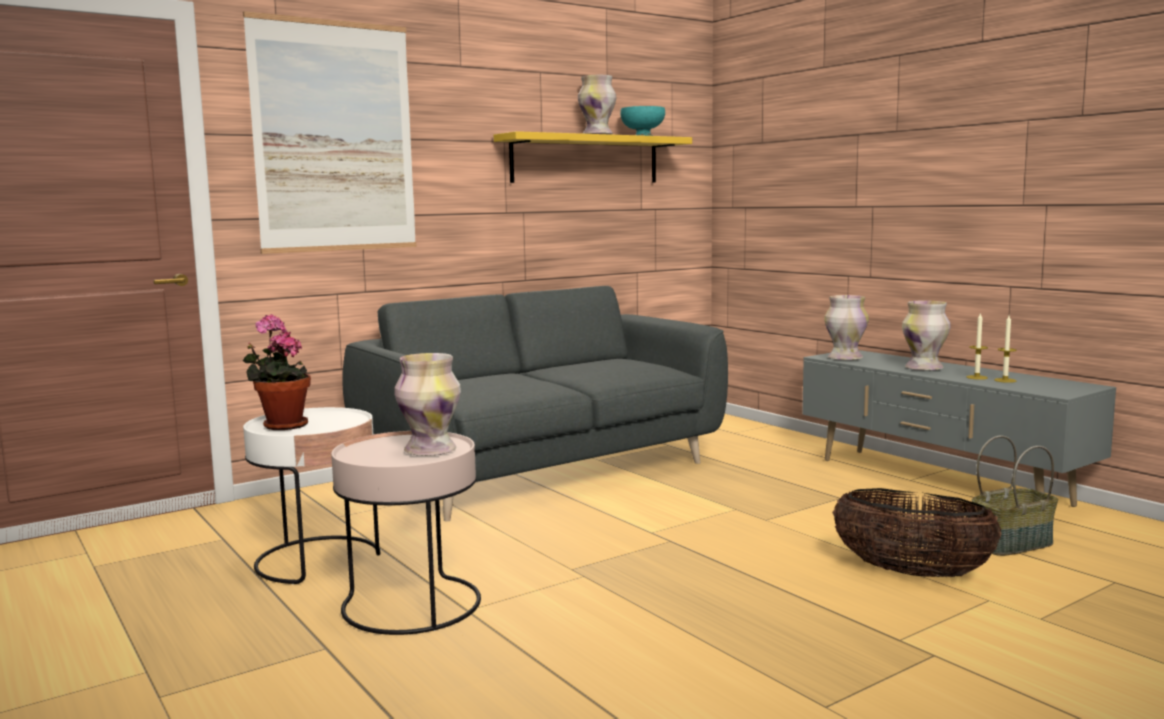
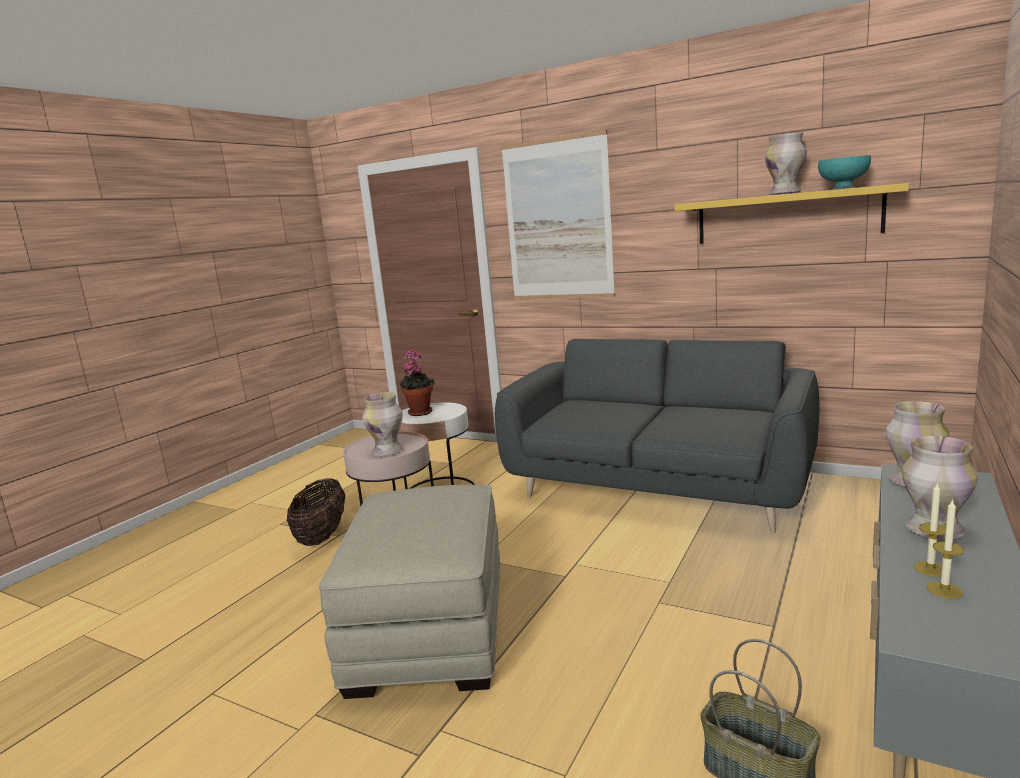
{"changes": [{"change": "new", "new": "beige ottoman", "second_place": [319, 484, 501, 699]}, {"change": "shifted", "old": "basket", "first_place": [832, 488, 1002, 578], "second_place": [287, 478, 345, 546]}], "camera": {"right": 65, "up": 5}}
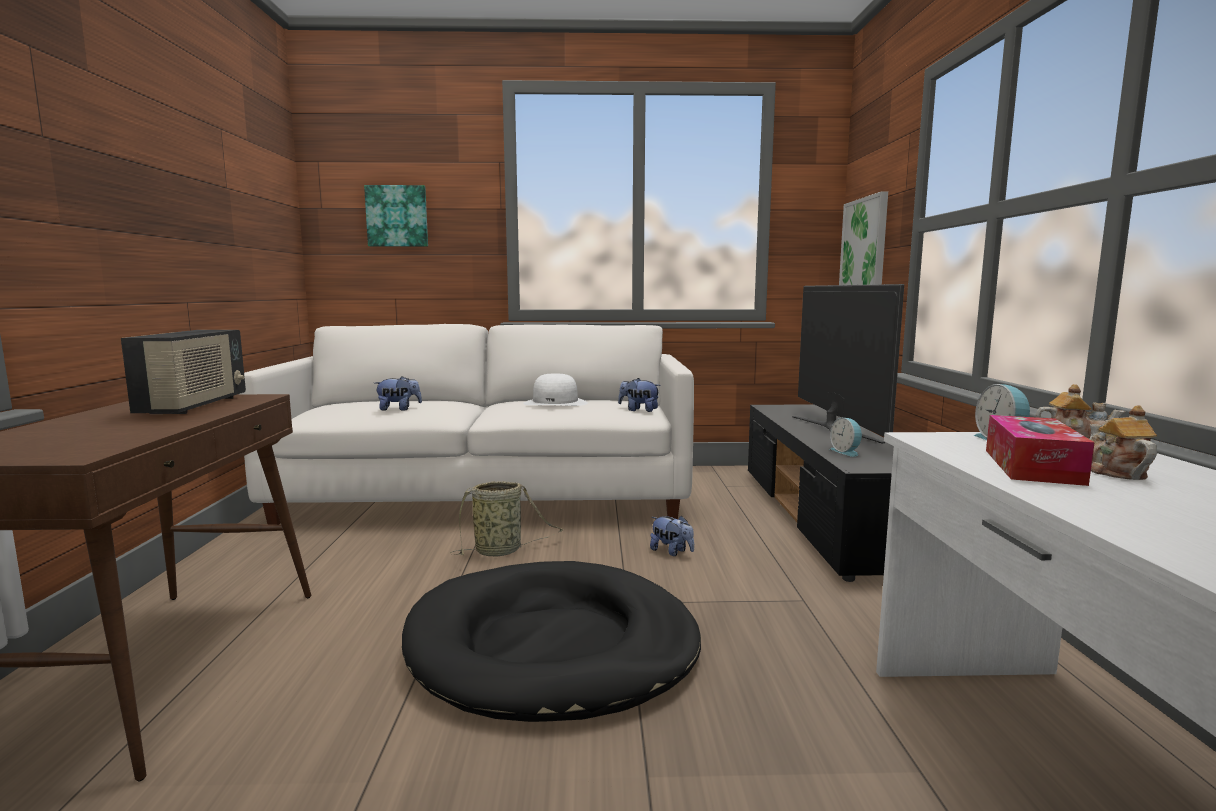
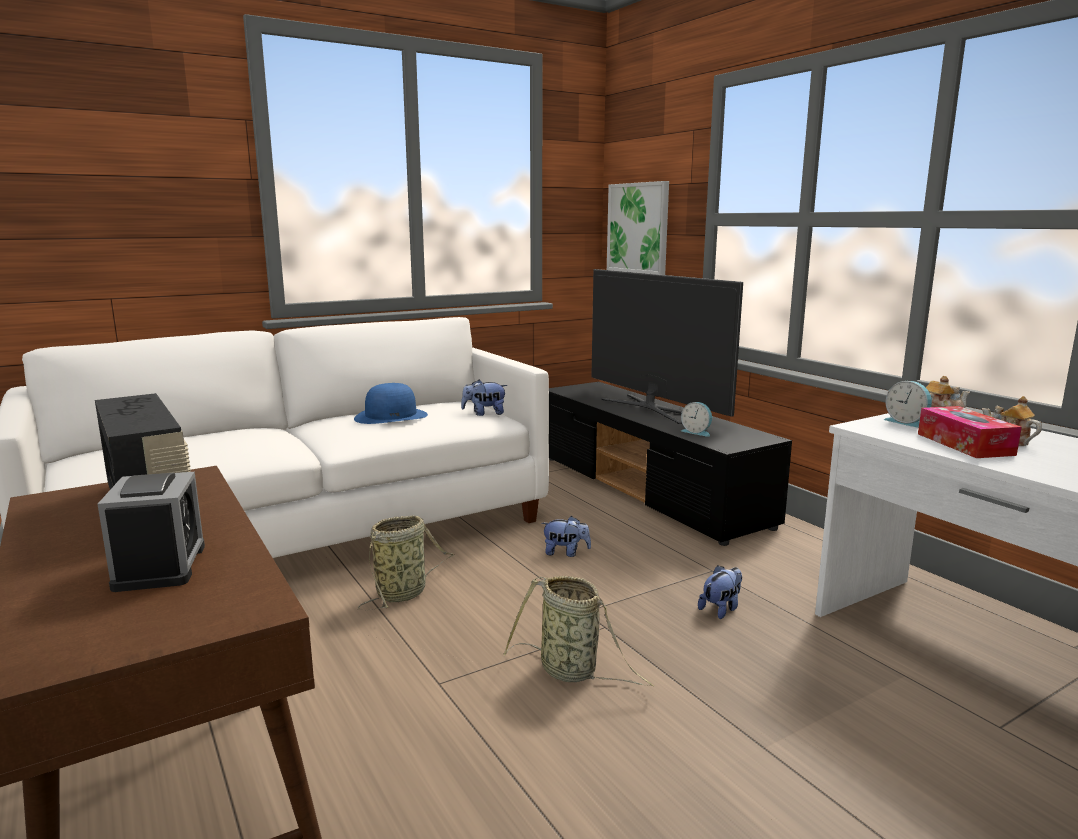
{"changes": [{"change": "gone", "old": "picture", "first_place": [364, 185, 428, 247]}, {"change": "new", "new": "alarm clock", "second_place": [98, 472, 205, 592]}, {"change": "shifted", "old": "plush toy", "first_place": [375, 376, 422, 411], "second_place": [698, 565, 742, 619]}, {"change": "swapped", "old": "black dog bed", "new": "basket", "first_place": [402, 561, 701, 722], "second_place": [503, 576, 654, 687]}, {"change": "repainted", "old": "white hat", "new": "blue hat", "first_place": [523, 373, 588, 406], "second_place": [354, 383, 428, 424]}], "camera": {"right": -30, "up": 5}}
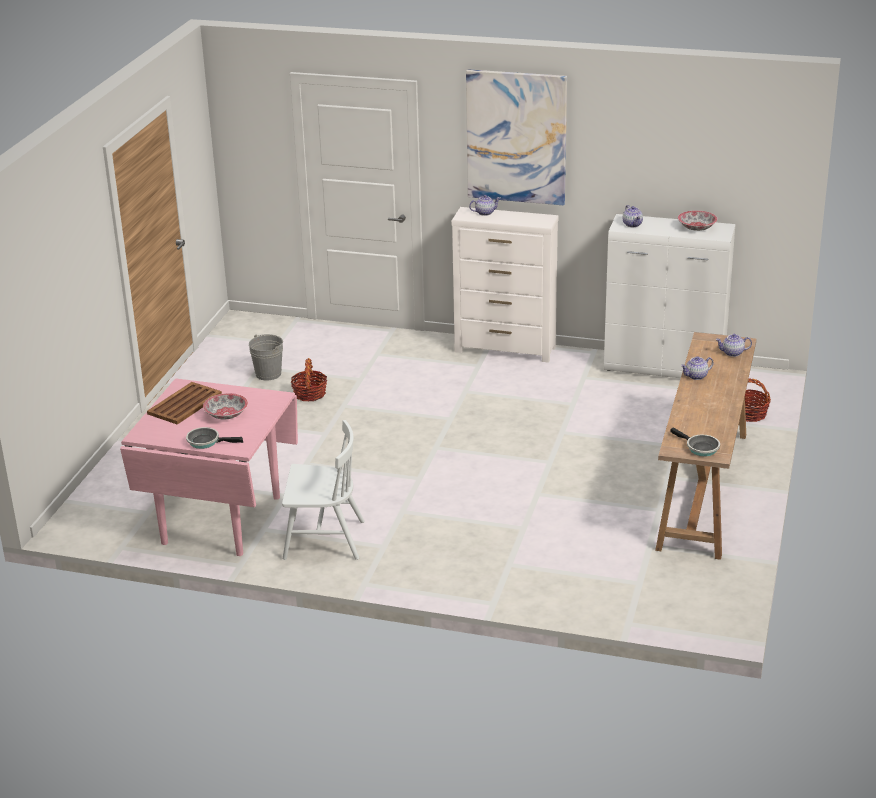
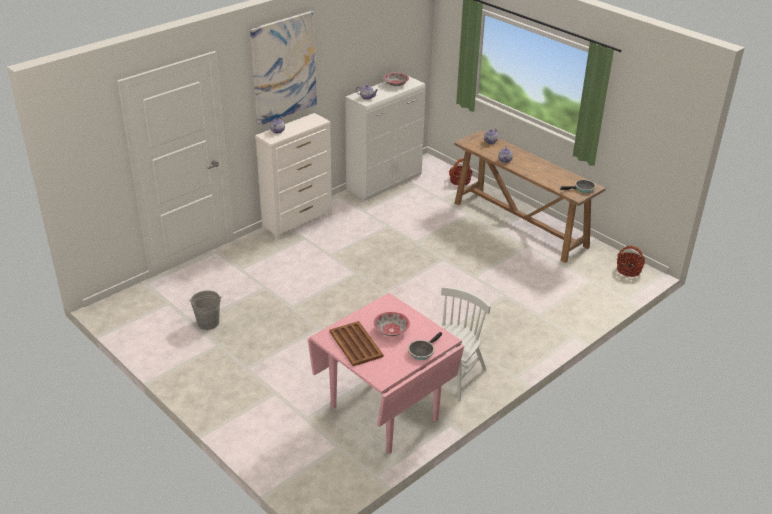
{"changes": [{"change": "shifted", "old": "basket", "first_place": [291, 358, 327, 402], "second_place": [617, 246, 645, 277]}], "camera": {"right": -60, "up": 5}}
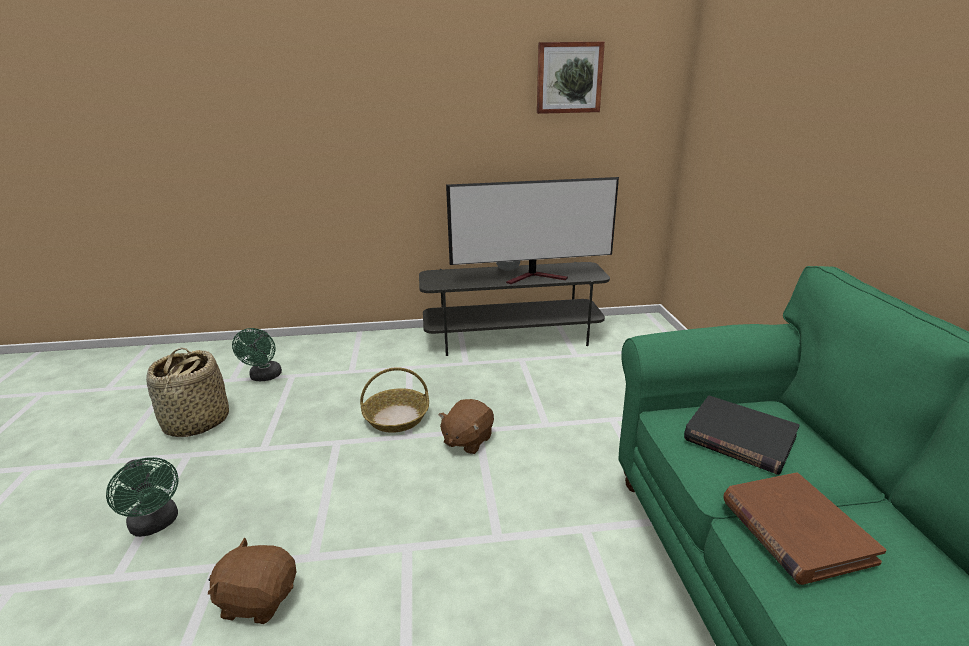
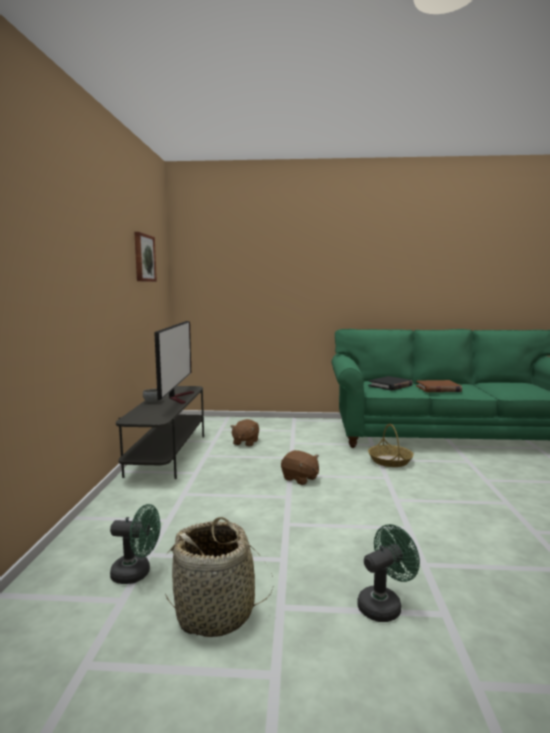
{"changes": [{"change": "shifted", "old": "brown plush toy", "first_place": [208, 537, 296, 624], "second_place": [230, 419, 259, 447]}, {"change": "shifted", "old": "basket", "first_place": [360, 367, 429, 433], "second_place": [368, 424, 414, 467]}], "camera": {"right": -80, "up": -15}}
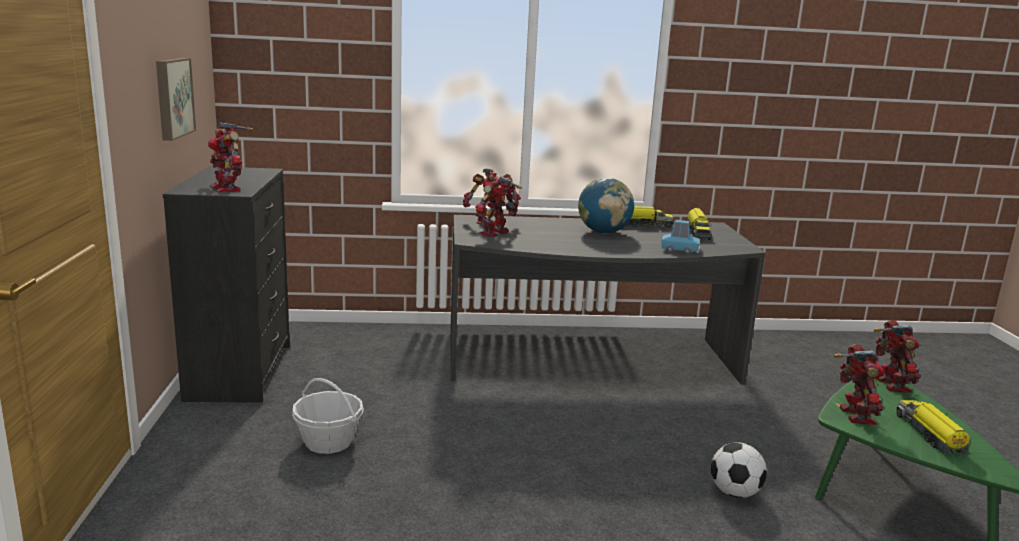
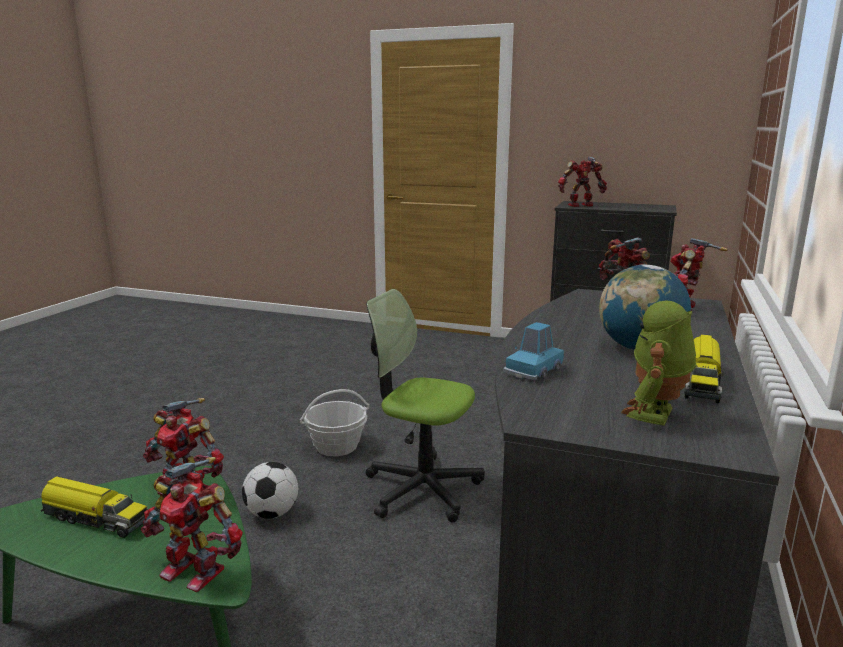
{"changes": [{"change": "gone", "old": "picture", "first_place": [156, 58, 196, 141]}, {"change": "new", "new": "office chair", "second_place": [366, 289, 485, 522]}, {"change": "shifted", "old": "basket", "first_place": [292, 378, 364, 454], "second_place": [300, 389, 369, 456]}, {"change": "swapped", "old": "toy truck", "new": "toy robot", "first_place": [687, 208, 712, 240], "second_place": [621, 300, 696, 426]}], "camera": {"right": 115, "up": 0}}
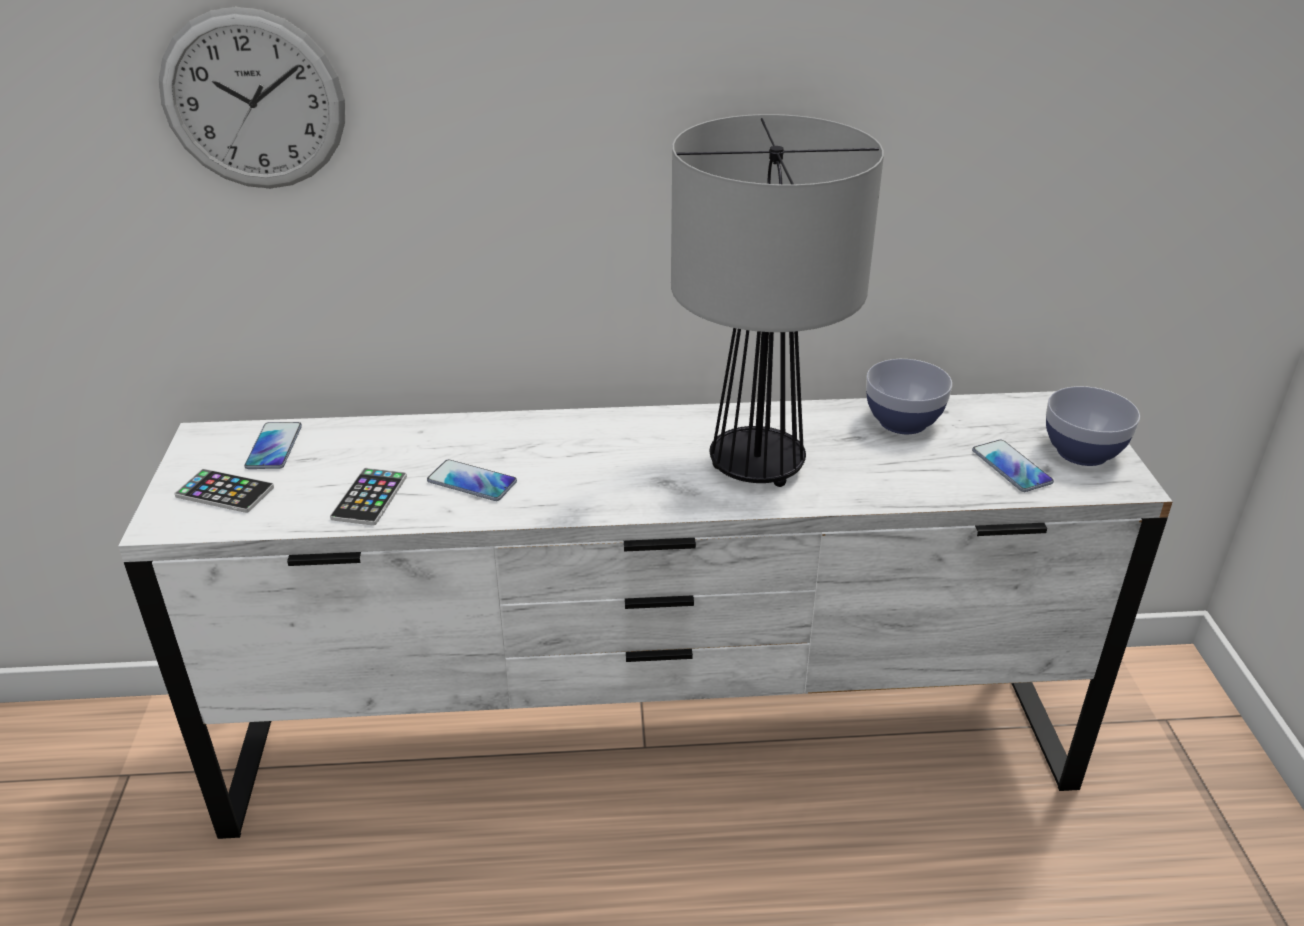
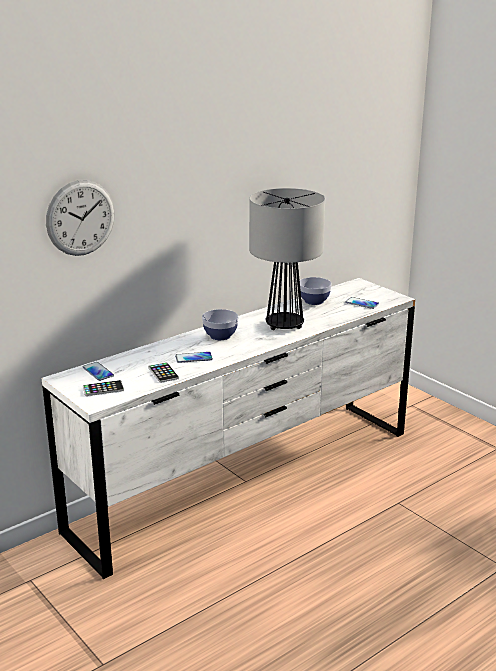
{"changes": [{"change": "shifted", "old": "bowl", "first_place": [1046, 386, 1140, 466], "second_place": [202, 309, 238, 340]}], "camera": {"right": -35, "up": -10}}
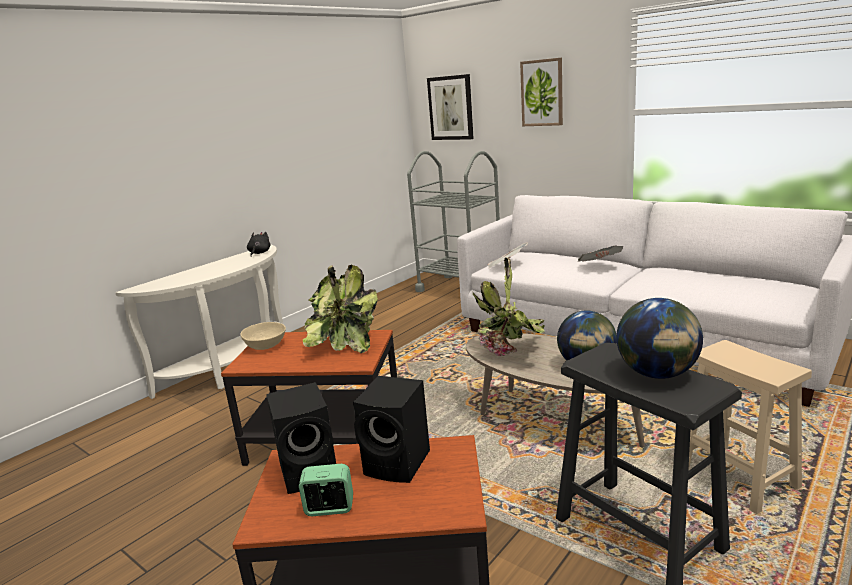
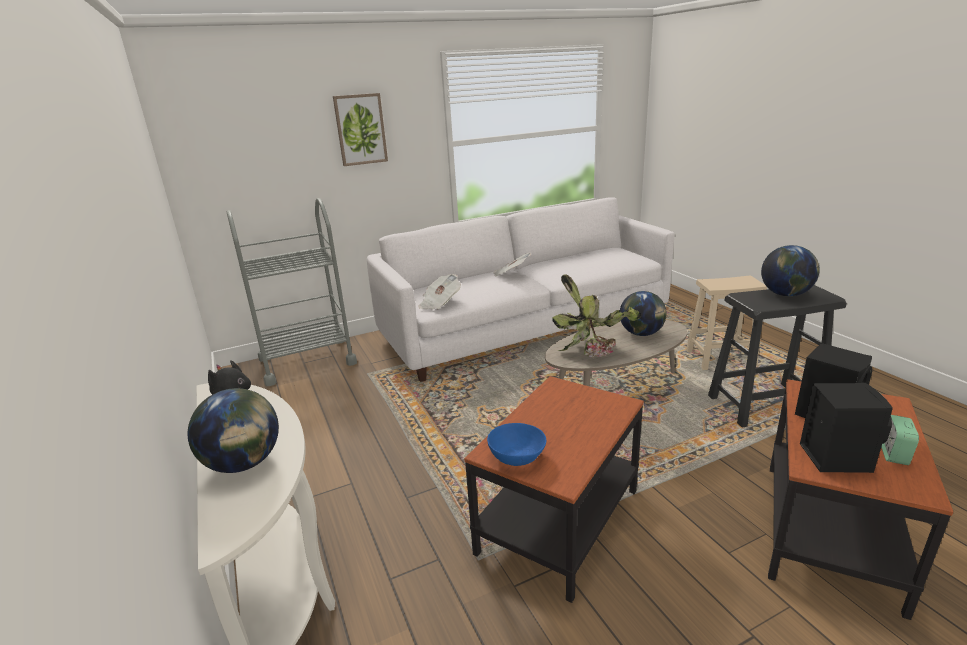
{"changes": [{"change": "gone", "old": "potted plant", "first_place": [303, 264, 378, 353]}, {"change": "gone", "old": "picture", "first_place": [427, 74, 474, 140]}, {"change": "new", "new": "globe", "second_place": [188, 388, 279, 473]}, {"change": "repainted", "old": "beige bowl", "new": "blue bowl", "first_place": [240, 322, 286, 350], "second_place": [487, 423, 546, 466]}], "camera": {"right": -65, "up": 5}}
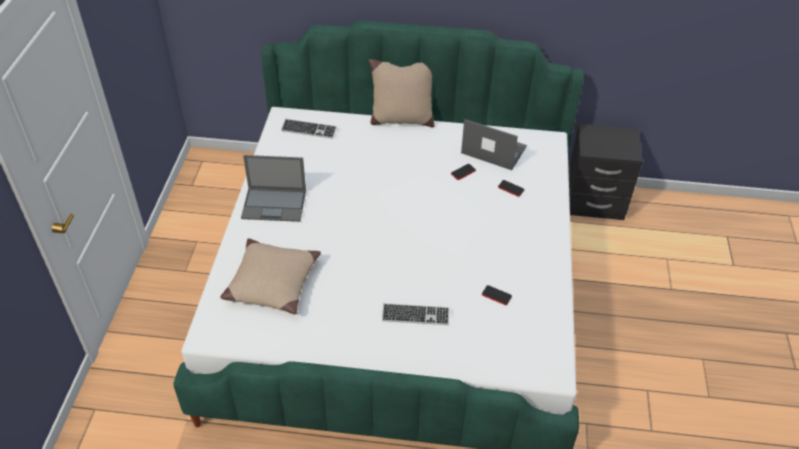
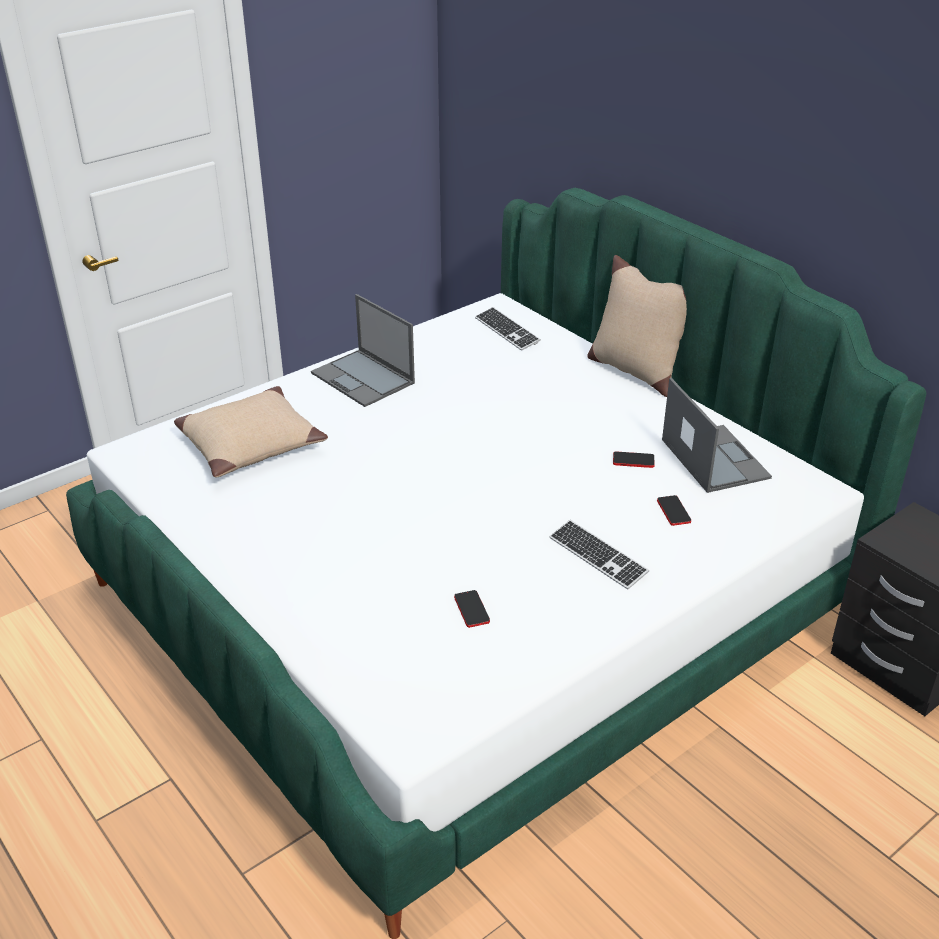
{"changes": [{"change": "shifted", "old": "keyboard", "first_place": [382, 303, 450, 325], "second_place": [549, 520, 649, 589]}], "camera": {"right": 45, "up": -10}}
